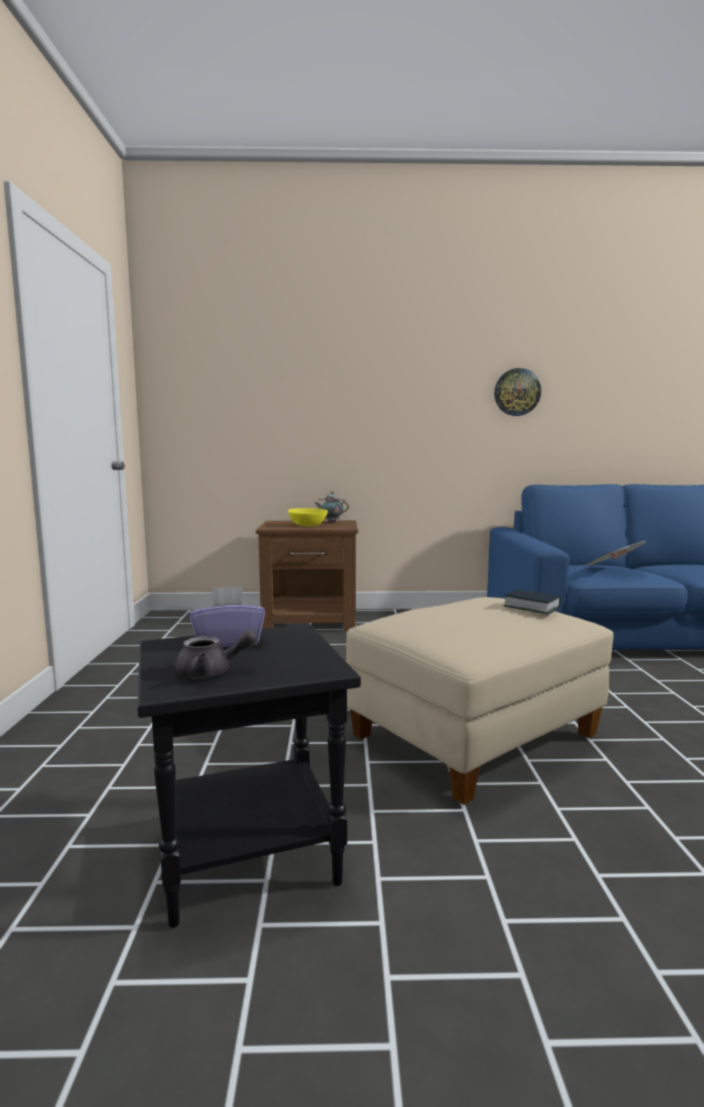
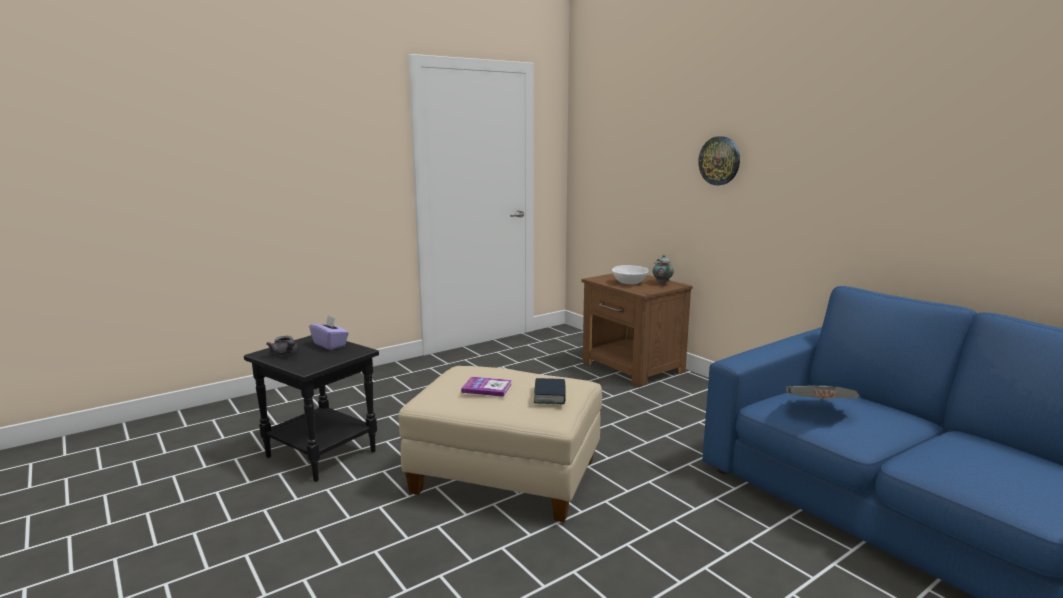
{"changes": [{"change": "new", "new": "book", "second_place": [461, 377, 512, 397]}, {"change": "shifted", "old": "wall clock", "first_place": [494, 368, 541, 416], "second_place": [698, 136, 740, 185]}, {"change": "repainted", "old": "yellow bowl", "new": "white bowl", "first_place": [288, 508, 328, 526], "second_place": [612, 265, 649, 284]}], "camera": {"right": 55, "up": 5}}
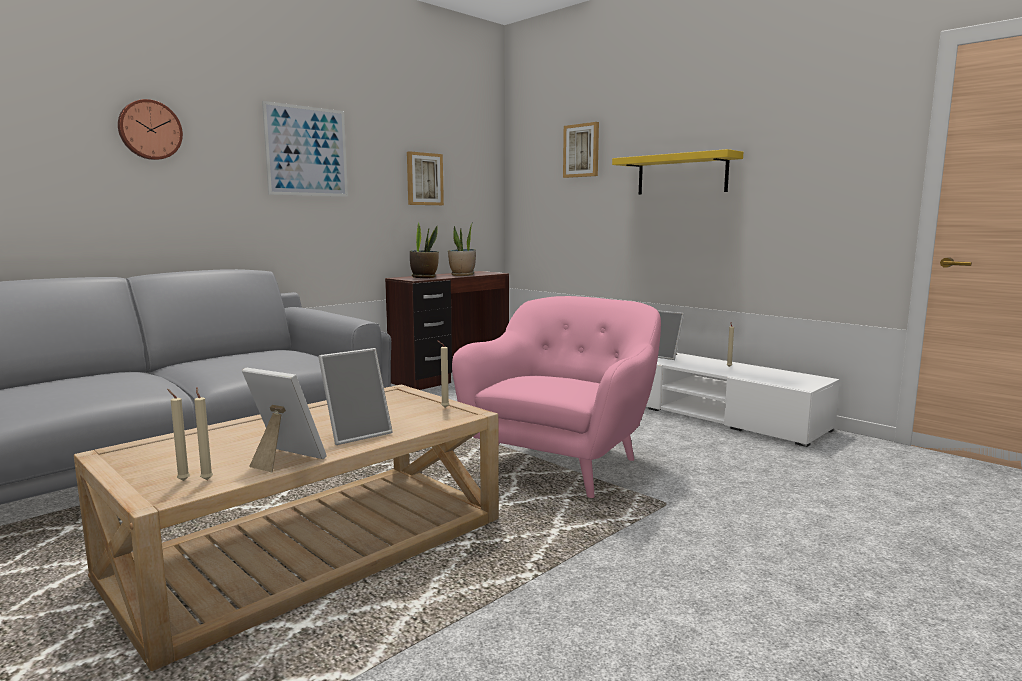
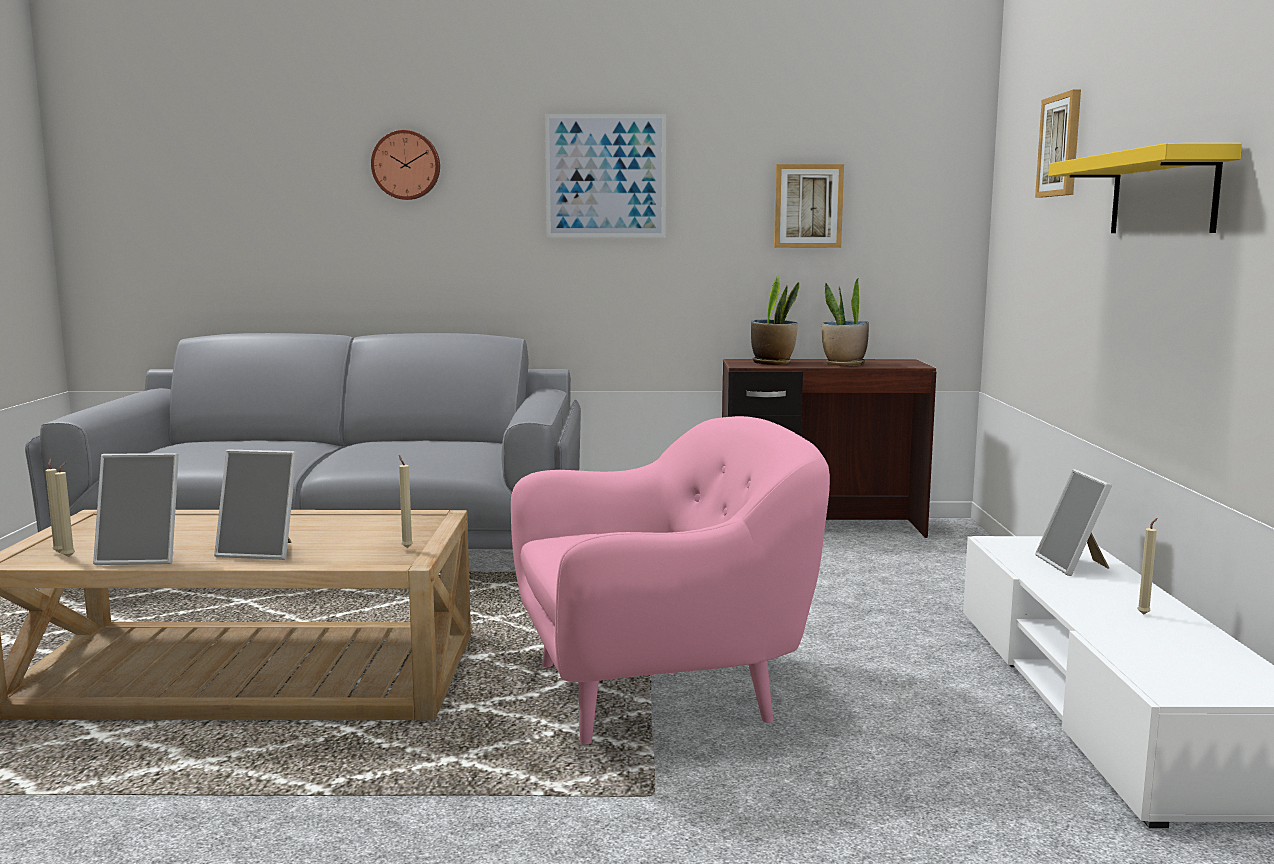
{"changes": [{"change": "rotated", "old": "picture frame", "first_place": [242, 368, 327, 473], "second_place": [93, 453, 179, 565], "degrees": 105}], "camera": {"right": 45, "up": 0}}
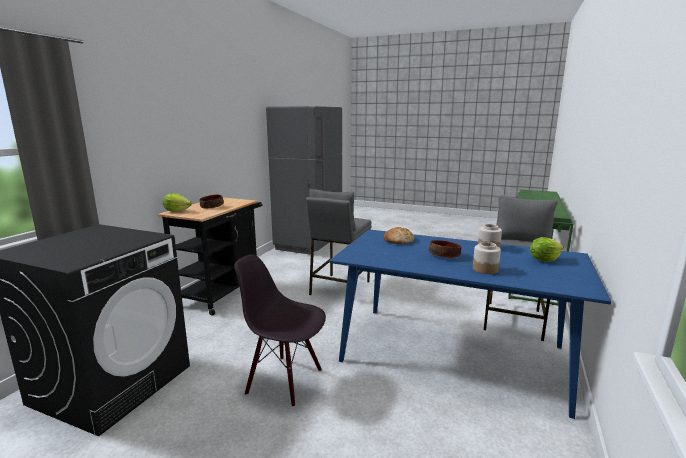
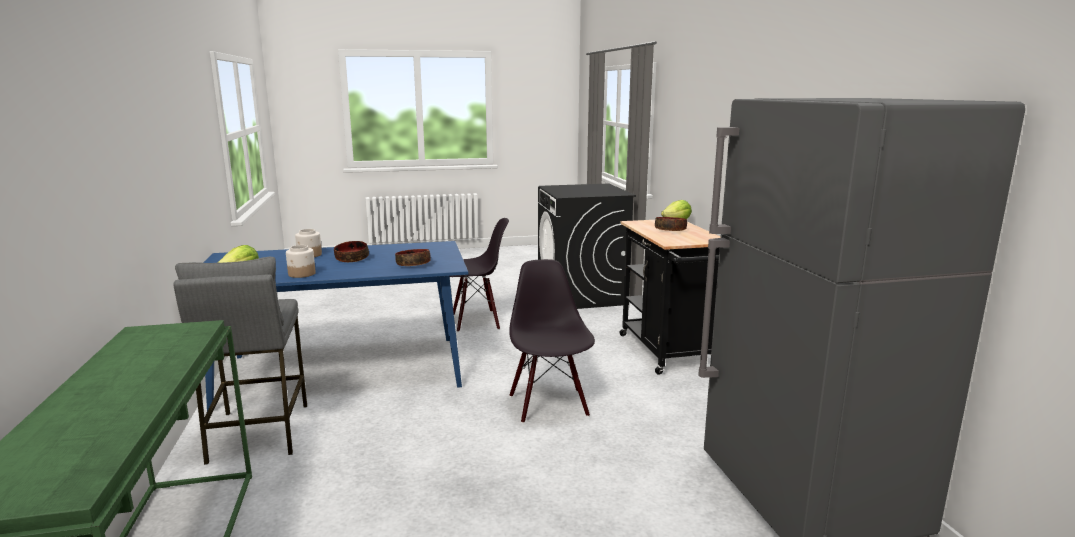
{"changes": [{"change": "swapped", "old": "grey stool", "new": "black chair", "first_place": [306, 189, 372, 295], "second_place": [509, 259, 595, 423]}, {"change": "swapped", "old": "bread", "new": "bowl", "first_place": [384, 227, 414, 244], "second_place": [395, 249, 431, 266]}], "camera": {"right": 145, "up": 0}}
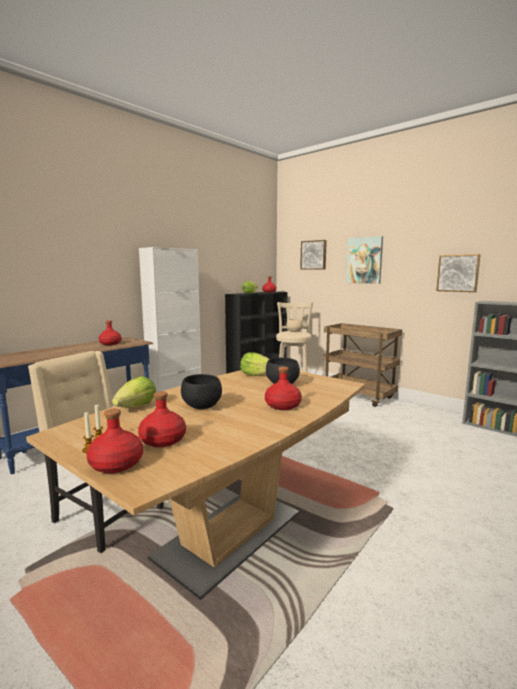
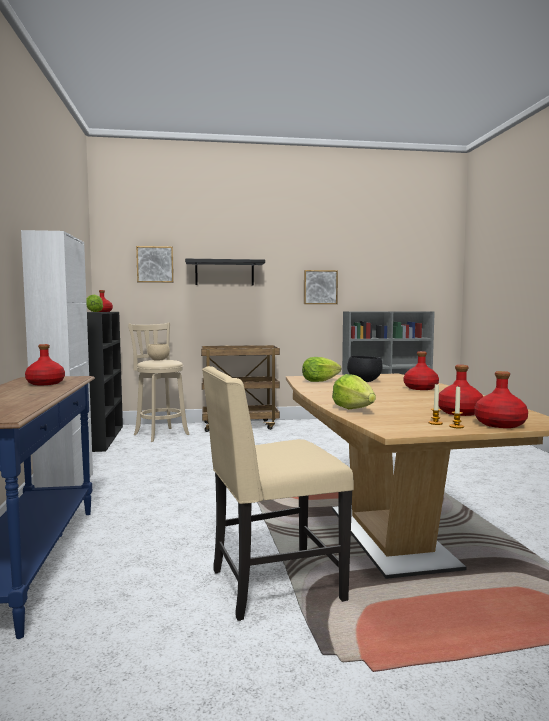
{"changes": [{"change": "gone", "old": "black bowl", "first_place": [181, 374, 222, 409]}, {"change": "swapped", "old": "picture", "new": "black shelf", "first_place": [346, 236, 383, 284], "second_place": [185, 259, 265, 285]}], "camera": {"right": -50, "up": -5}}
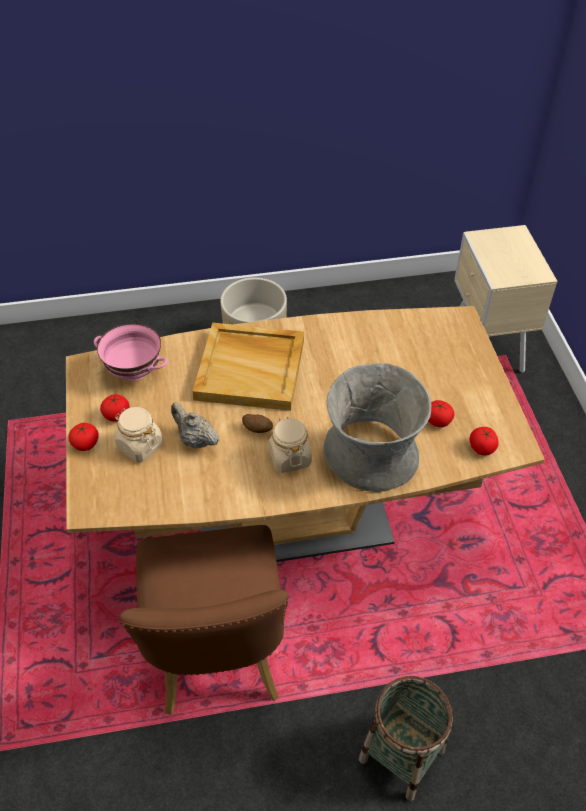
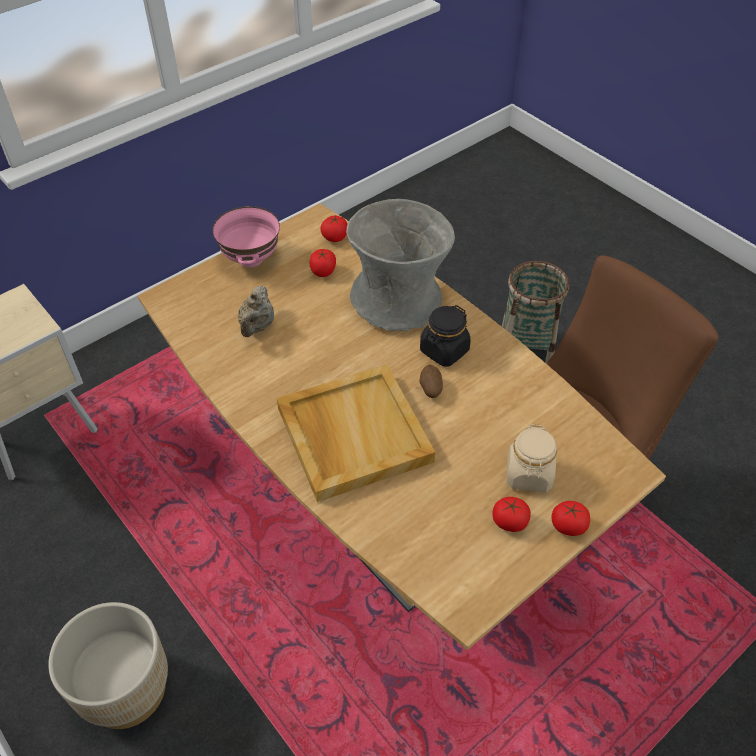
{"changes": [{"change": "shifted", "old": "pink bowl", "first_place": [94, 323, 168, 381], "second_place": [212, 206, 280, 267]}, {"change": "shifted", "old": "beige teapot", "first_place": [171, 402, 219, 449], "second_place": [238, 286, 274, 337]}, {"change": "repainted", "old": "beige jar", "new": "black jar", "first_place": [268, 416, 312, 473], "second_place": [420, 305, 471, 367]}], "camera": {"right": -120, "up": 0}}
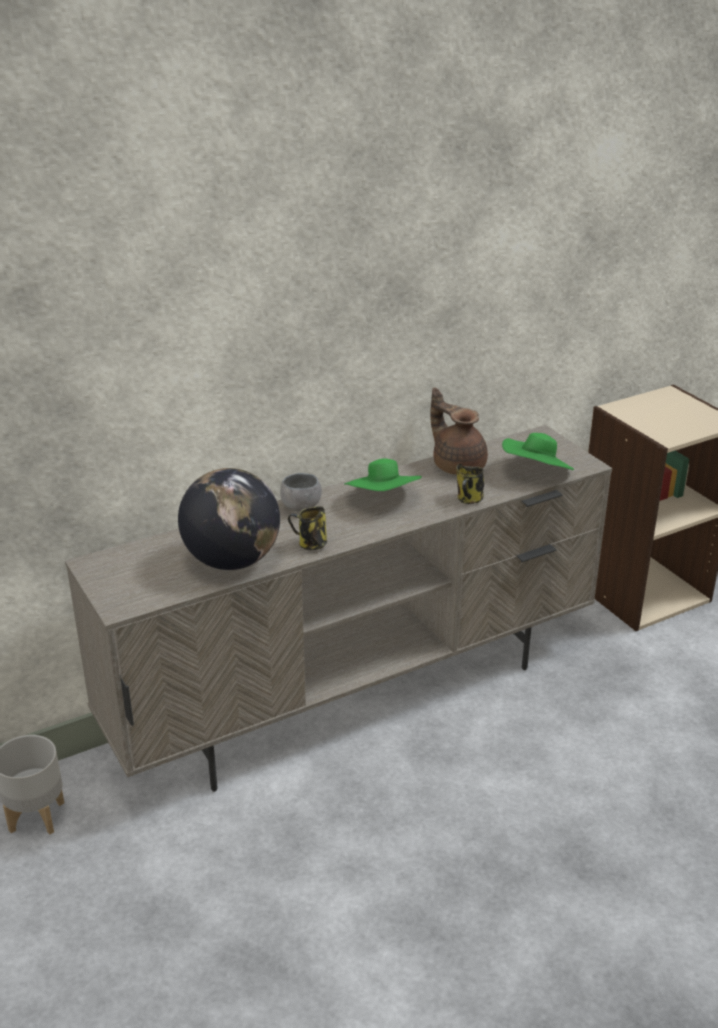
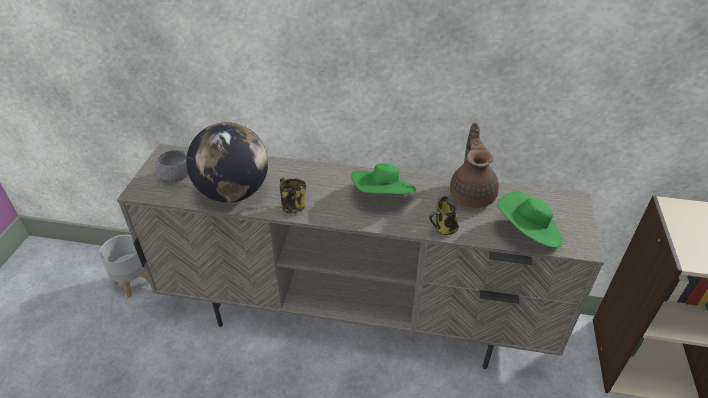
{"changes": [{"change": "shifted", "old": "grey bowl", "first_place": [280, 473, 322, 512], "second_place": [155, 150, 188, 182]}], "camera": {"right": 40, "up": 10}}
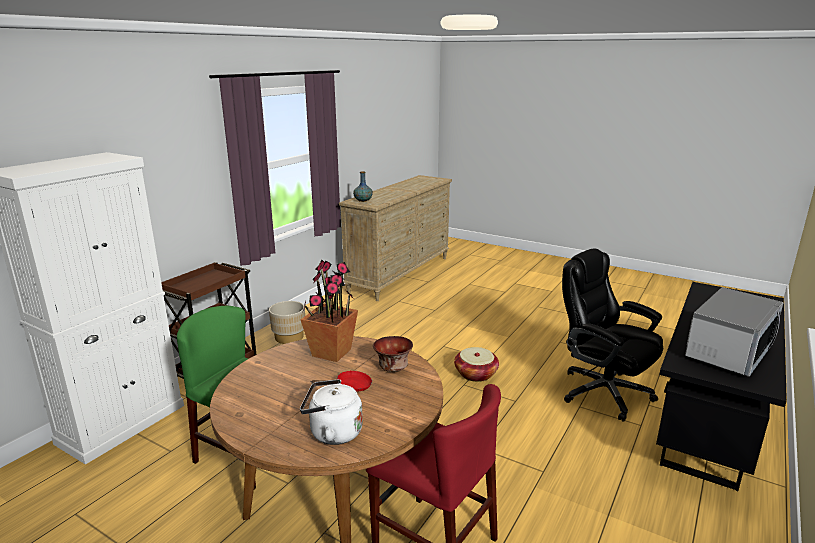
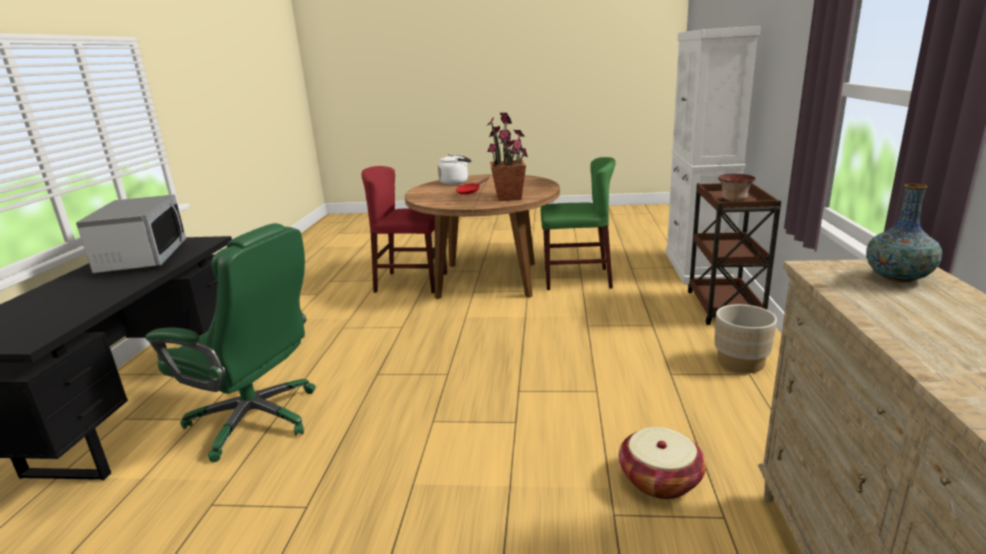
{"changes": [{"change": "shifted", "old": "bowl", "first_place": [373, 336, 413, 372], "second_place": [718, 174, 756, 201]}, {"change": "shifted", "old": "basket", "first_place": [454, 347, 499, 382], "second_place": [619, 427, 706, 499]}, {"change": "repainted", "old": "black office chair", "new": "green office chair", "first_place": [562, 248, 663, 422], "second_place": [145, 223, 316, 462]}, {"change": "rotated", "old": "microwave", "first_place": [685, 287, 783, 377], "second_place": [76, 195, 186, 273], "degrees": 150}], "camera": {"right": 155, "up": 0}}
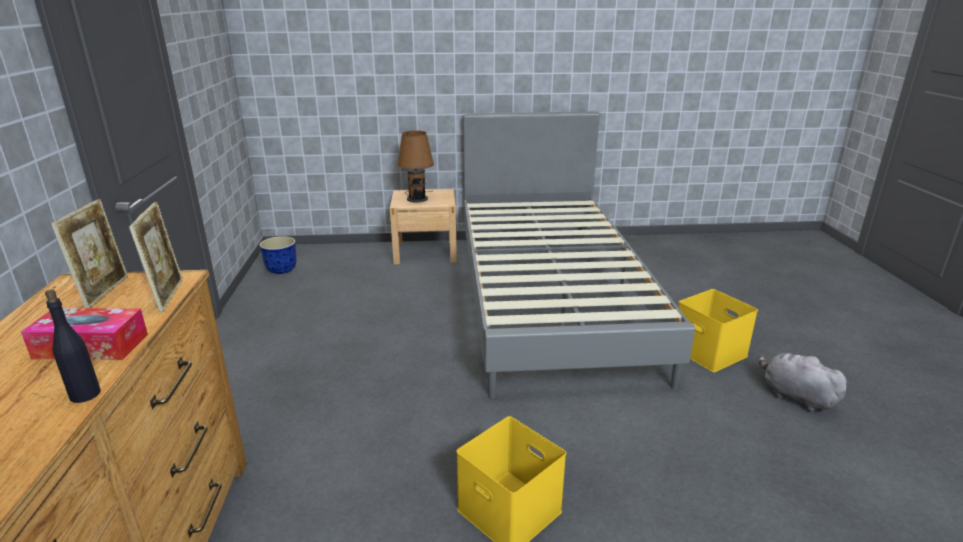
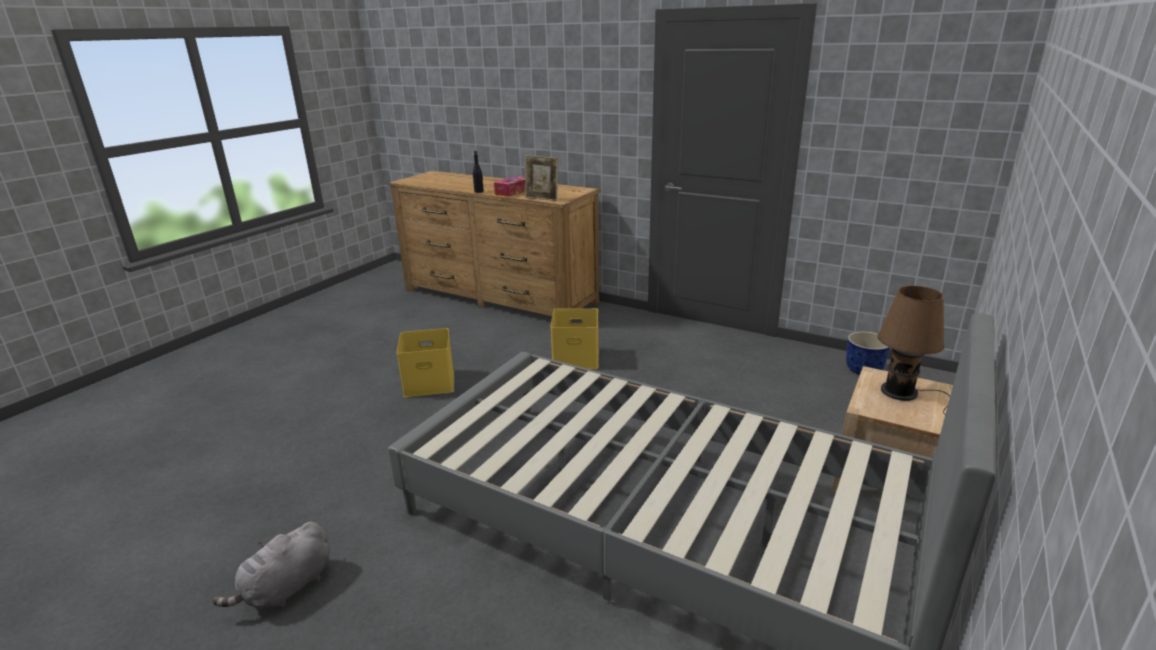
{"changes": [{"change": "gone", "old": "picture frame", "first_place": [51, 199, 128, 308]}, {"change": "shifted", "old": "yellow storage box", "first_place": [678, 289, 758, 372], "second_place": [550, 308, 599, 369]}, {"change": "rotated", "old": "grey plush toy", "first_place": [759, 353, 849, 412], "second_place": [212, 522, 329, 609], "degrees": 135}], "camera": {"right": 125, "up": 0}}
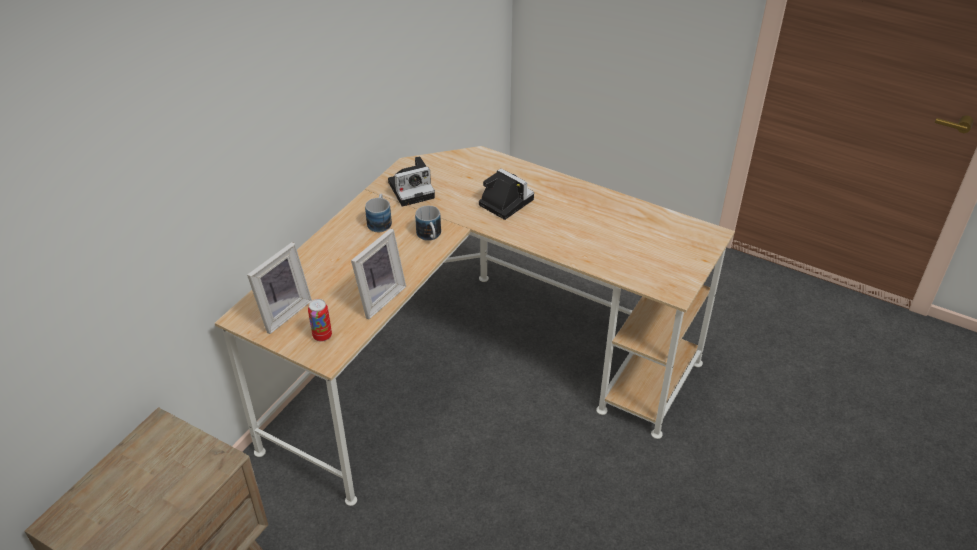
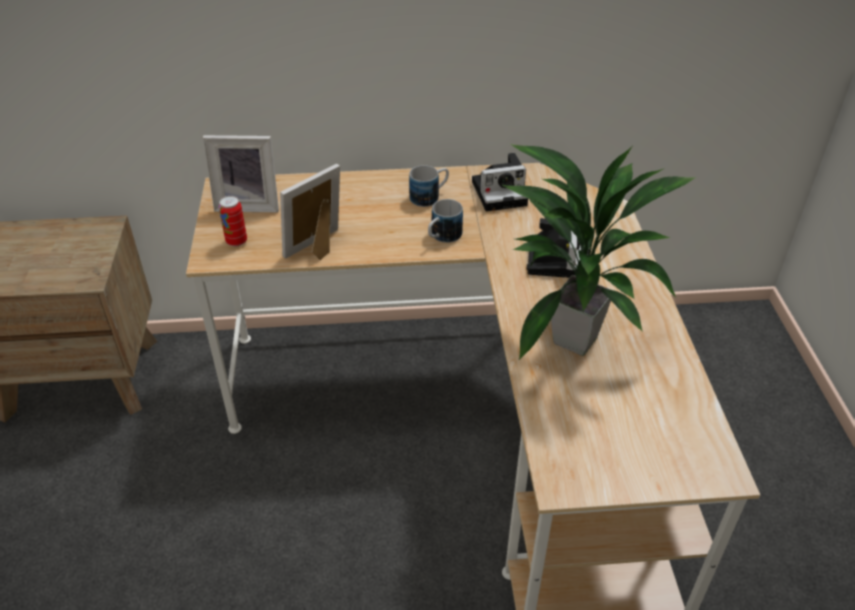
{"changes": [{"change": "new", "new": "potted plant", "second_place": [501, 143, 697, 360]}, {"change": "rotated", "old": "picture frame", "first_place": [351, 228, 406, 319], "second_place": [280, 164, 340, 260], "degrees": 135}, {"change": "rotated", "old": "photo camera", "first_place": [388, 156, 435, 207], "second_place": [472, 153, 528, 212], "degrees": -45}], "camera": {"right": 55, "up": 0}}
